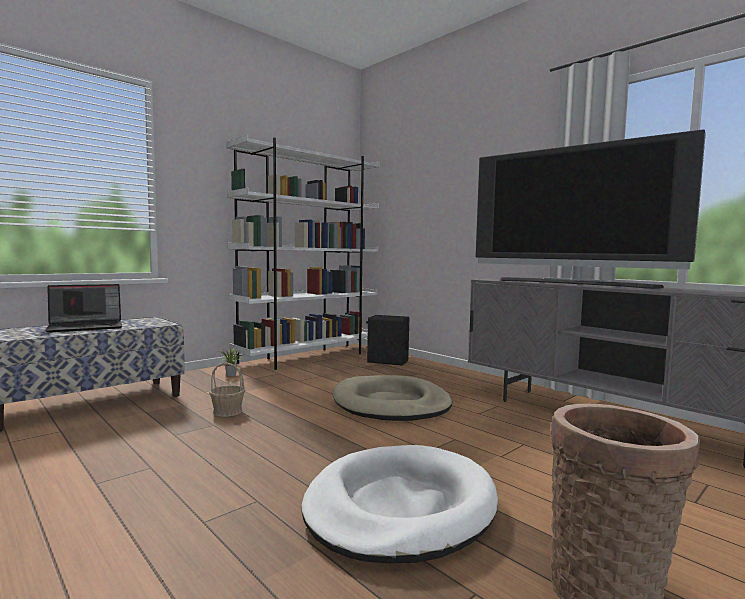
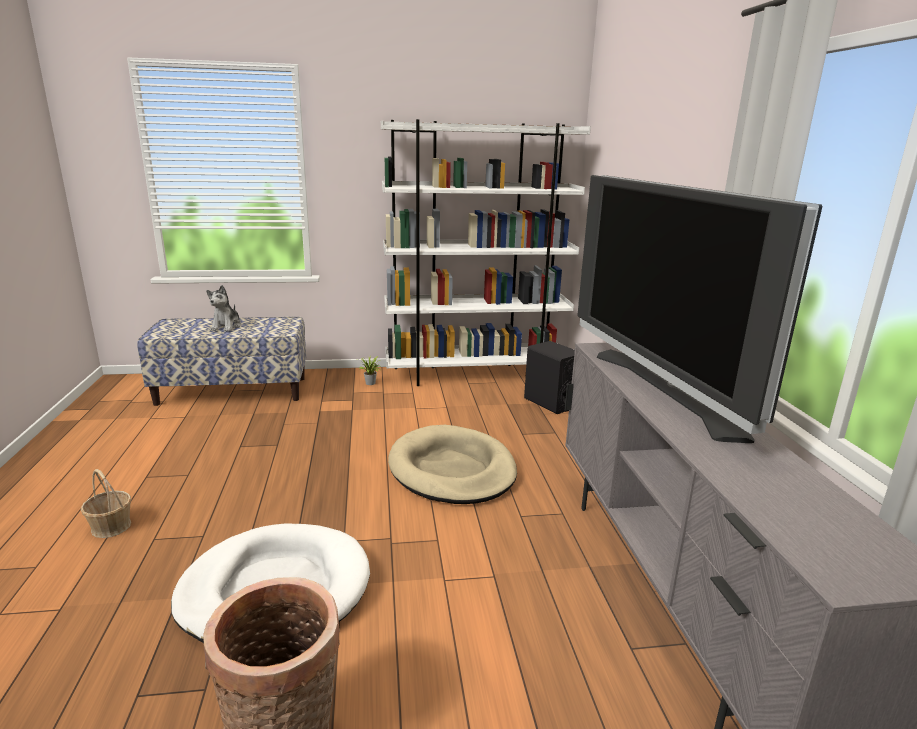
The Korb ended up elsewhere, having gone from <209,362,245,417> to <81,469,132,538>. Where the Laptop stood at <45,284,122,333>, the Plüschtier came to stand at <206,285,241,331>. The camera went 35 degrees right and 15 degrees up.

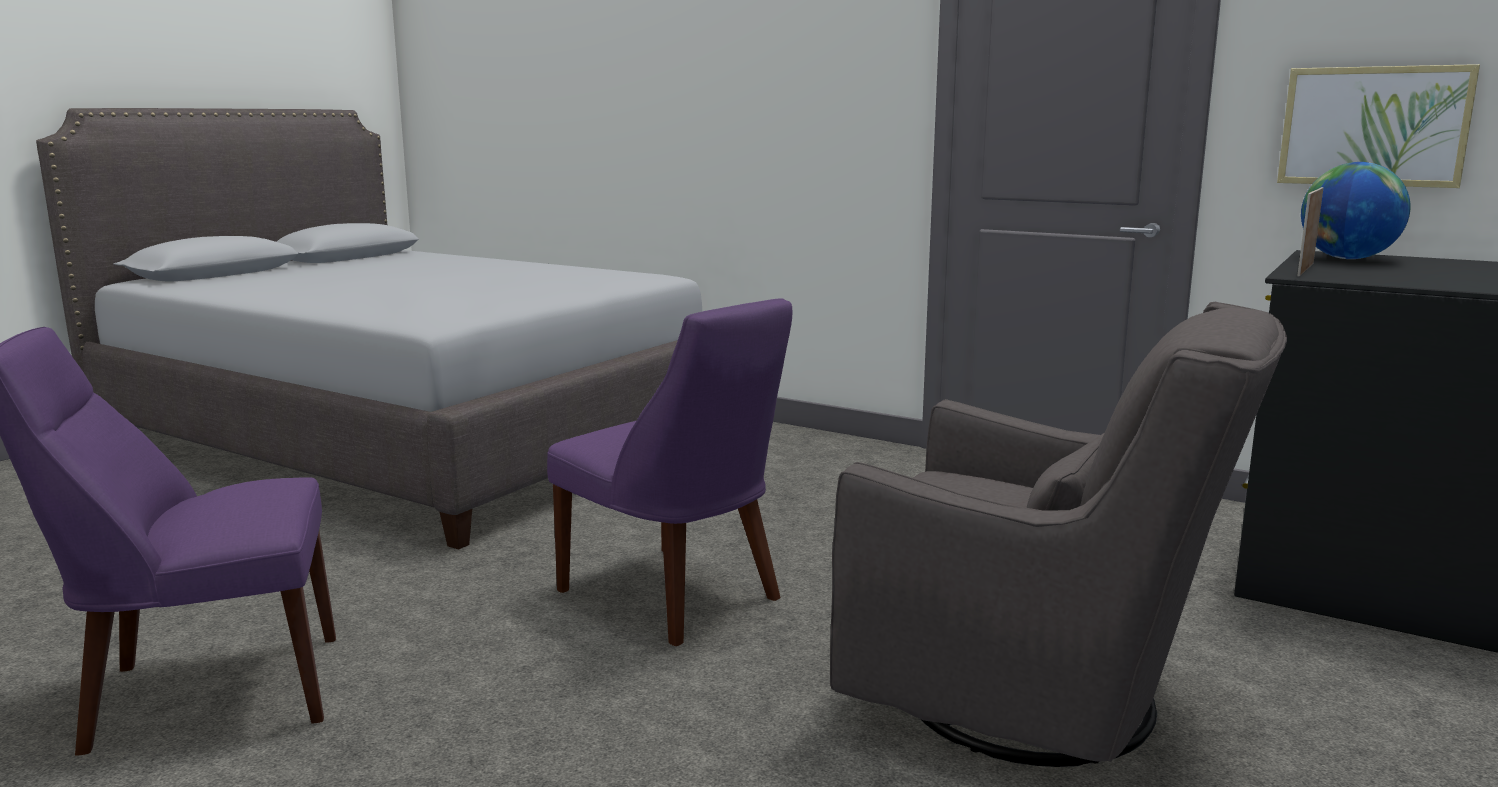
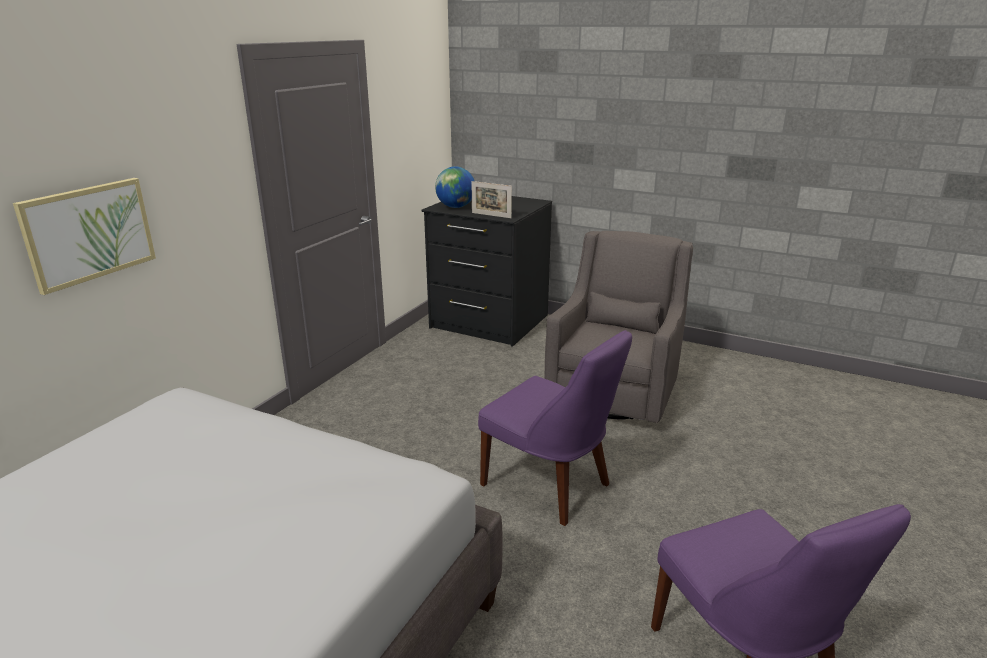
The Bild ended up elsewhere, having gone from <1277,64,1480,188> to <13,178,156,295>. The Stuhl/lila at <547,298,792,646> ended up facing another way, 90 degrees clockwise from before. The camera went 95 degrees left and 10 degrees up.

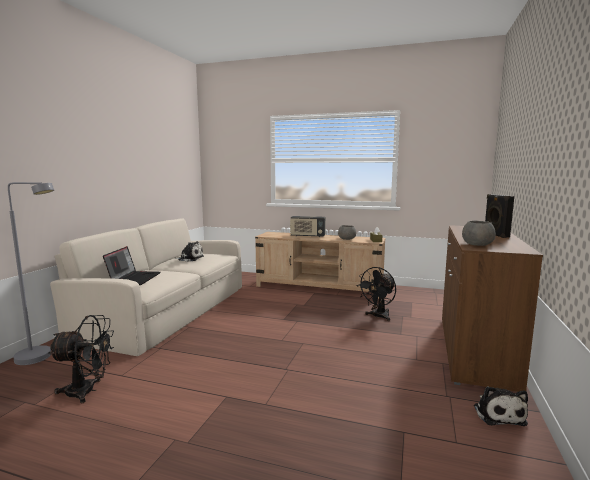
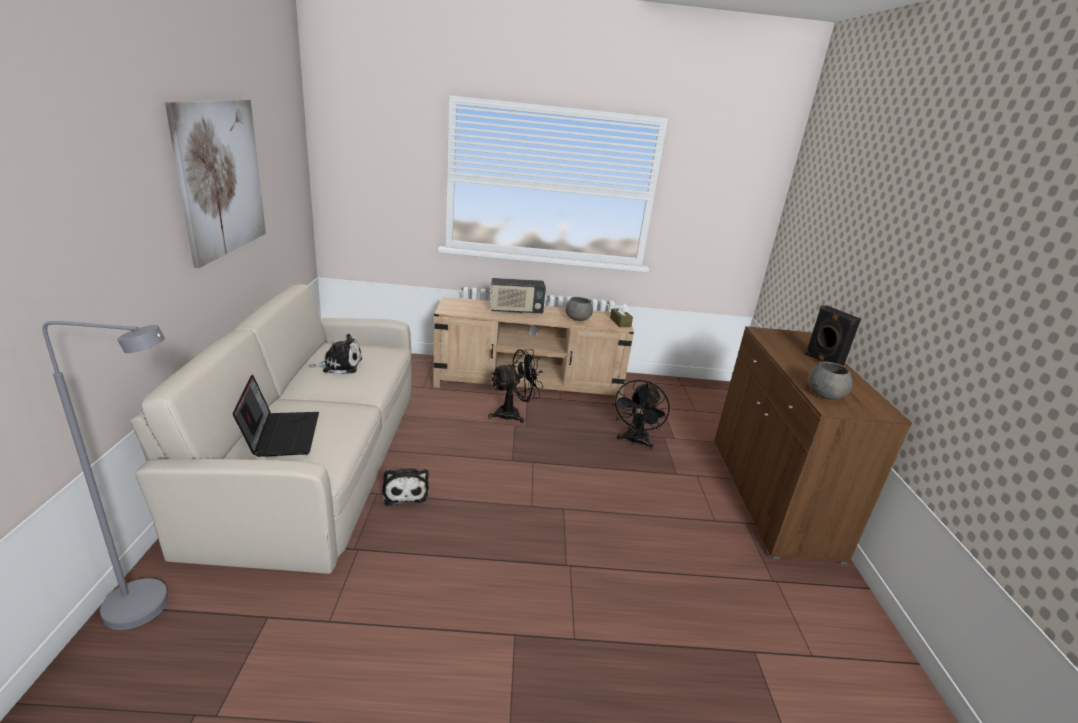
The second view gained the Bild at <165,99,266,268>. The Ventilator/schwarz ended up elsewhere, having gone from <48,315,114,403> to <488,349,543,423>. The Plüschtier ended up elsewhere, having gone from <474,386,528,426> to <382,468,429,506>. The camera went 20 degrees left and 15 degrees up.

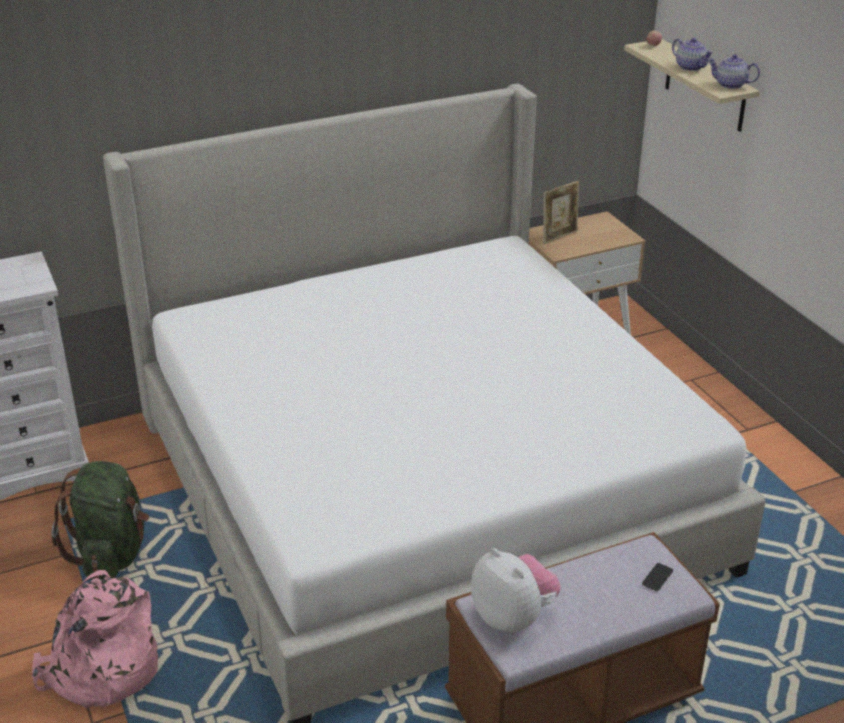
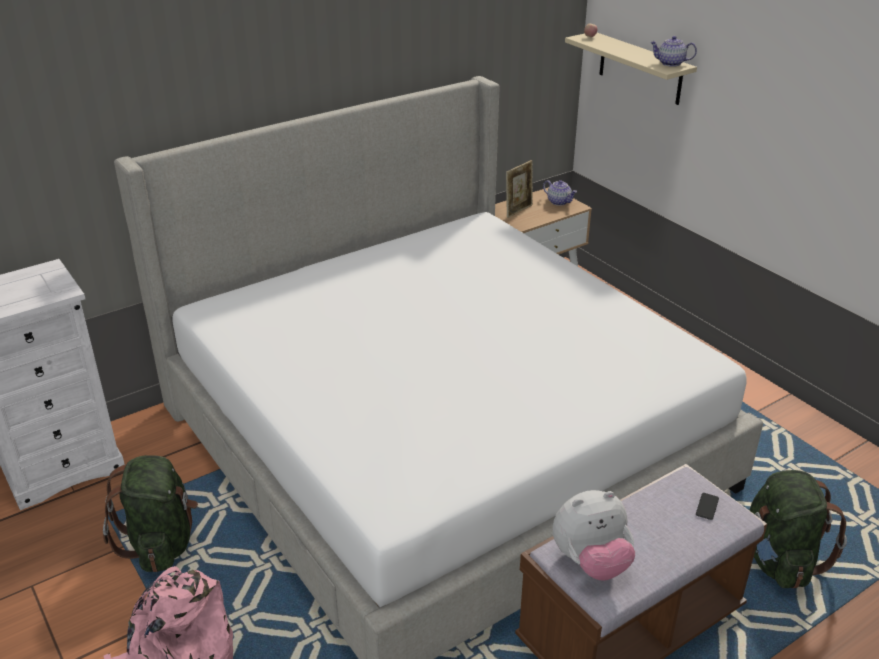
The second view gained the Rucksack/grün at <749,470,847,589>. The Teekanne ended up elsewhere, having gone from <672,38,713,71> to <543,180,577,206>. The Plüschtier at <471,548,561,633> ended up facing another way, 120 degrees clockwise from before. The camera went 10 degrees left and 0 degrees up.

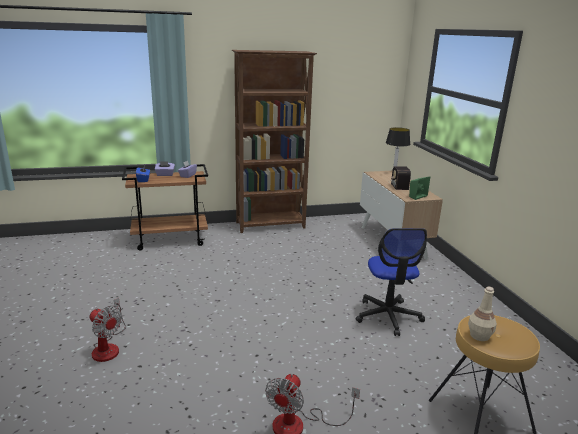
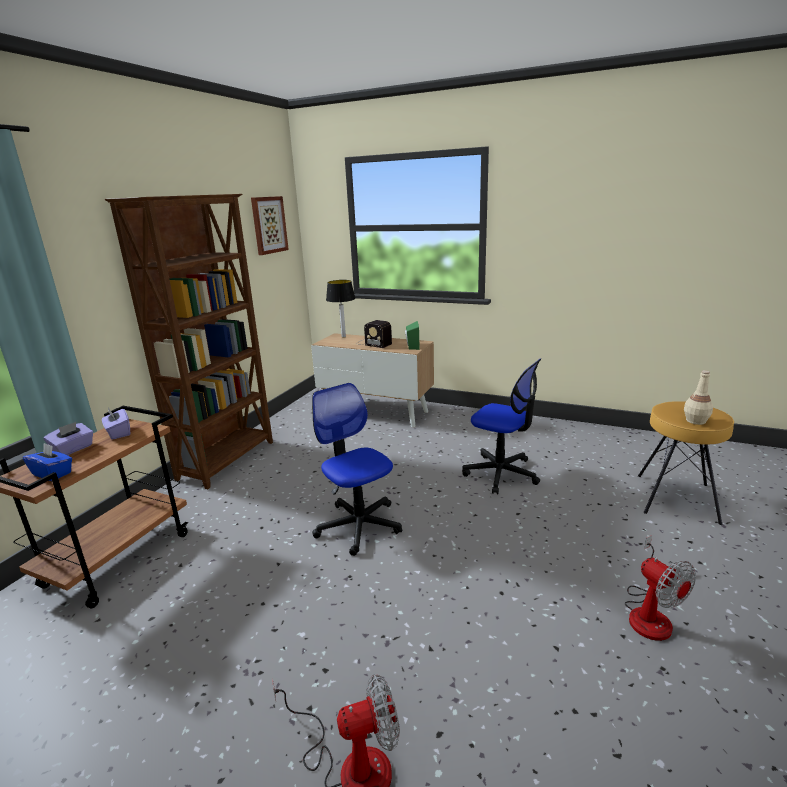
The second view gained the Bild at <251,196,289,255>. The second view gained the Bürostuhl at <312,383,402,556>. The camera went 50 degrees left and 0 degrees up.

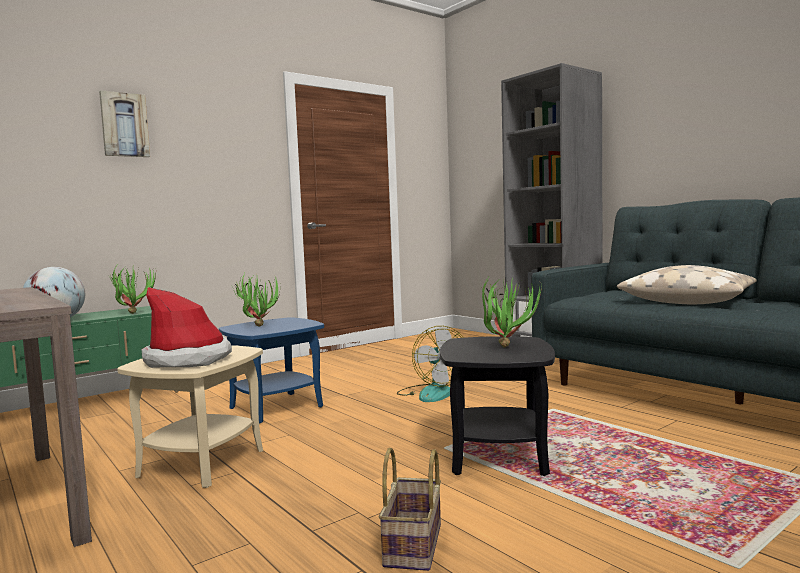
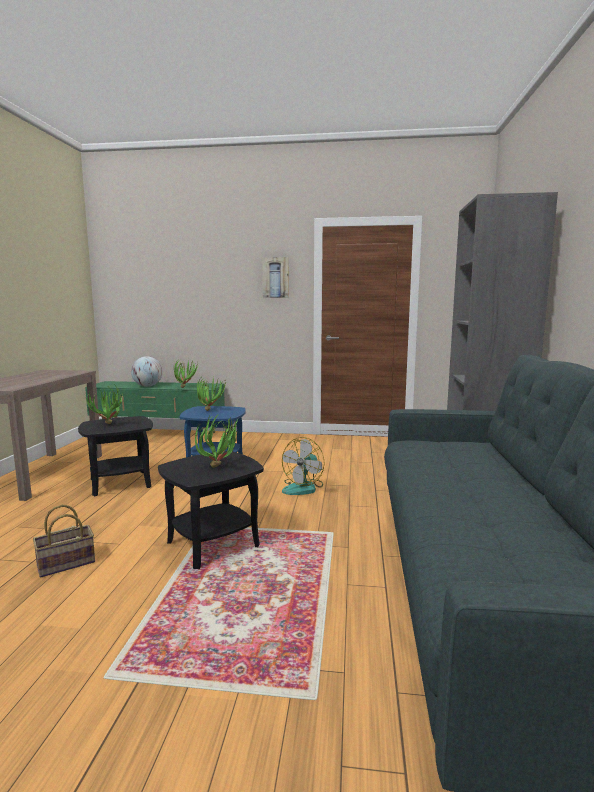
The second view lost the Kissen/beige at <617,265,757,304>. The Bild ended up elsewhere, having gone from <99,90,150,157> to <262,257,289,298>. Where the Hut stood at <142,287,232,368>, the Topfpflanze came to stand at <85,384,123,424>. What was the Beistelltisch/beige at <117,345,263,488> turned into the Beistelltisch/schwarz at <78,416,153,496>. The camera went 45 degrees right and 5 degrees up.

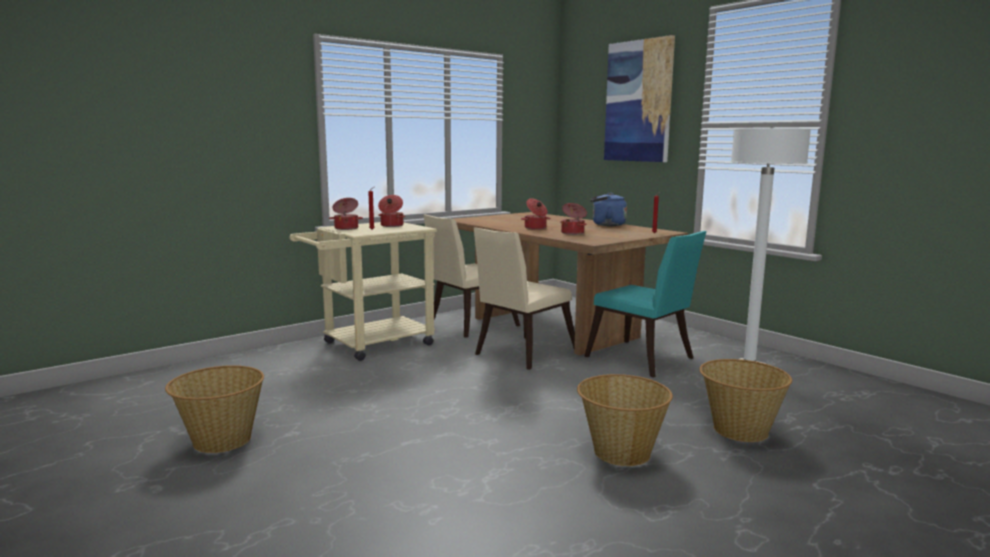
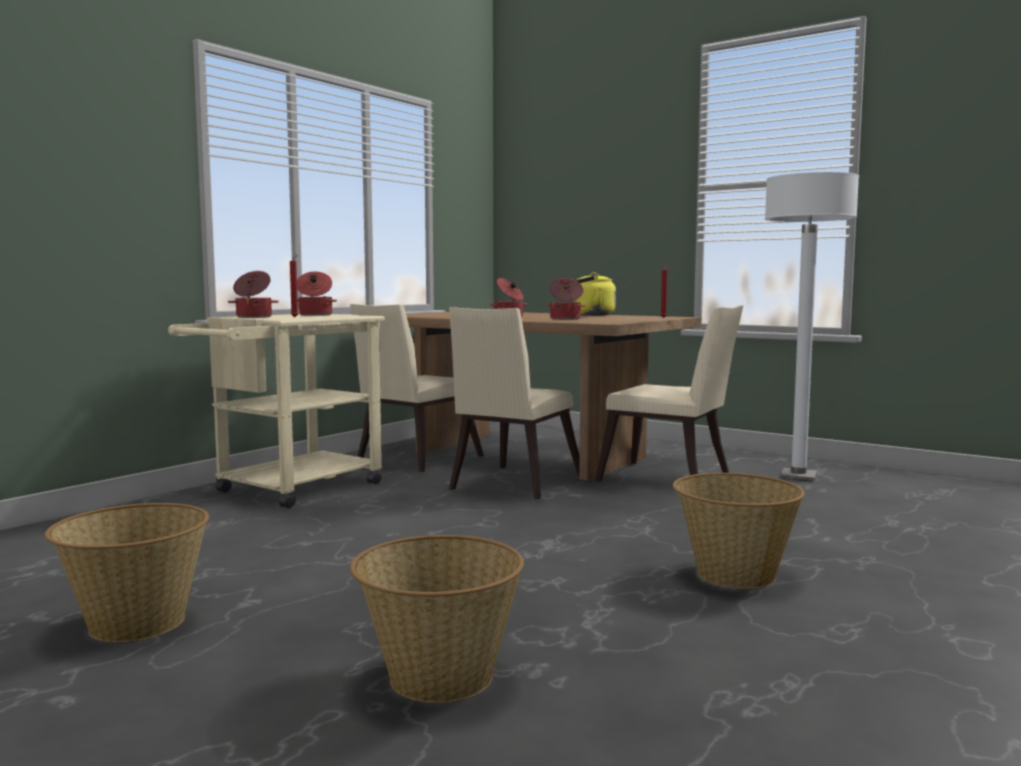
The second view lost the Bild at <604,35,675,162>. The Korb ended up elsewhere, having gone from <699,359,792,442> to <350,535,524,703>. What was the Stuhl/türkis at <585,231,706,378> turned into the Stuhl/beige at <595,305,743,482>. What was the Wasserkessel/blau at <591,192,627,226> turned into the Wasserkessel/gelb at <572,273,616,316>. The camera went 15 degrees left and 5 degrees down.

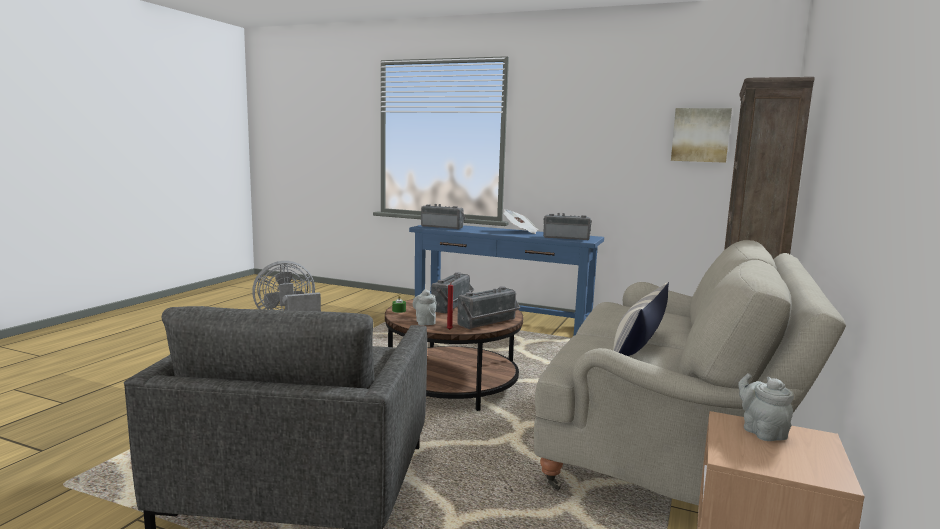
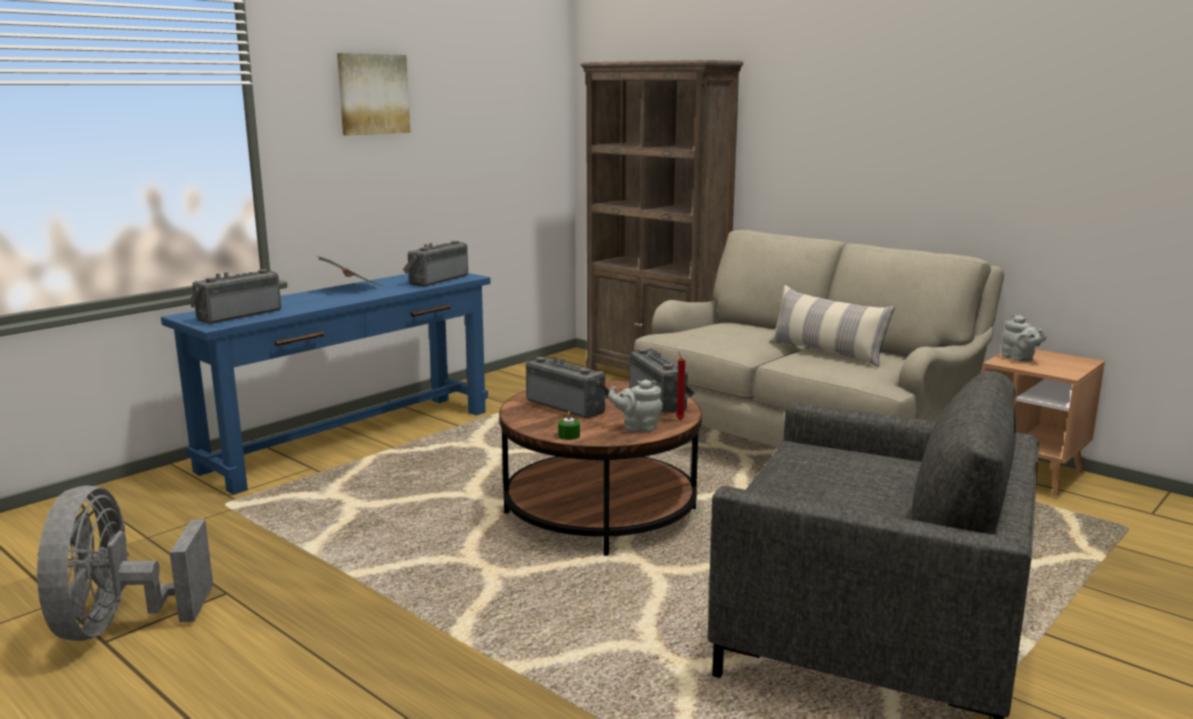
The Bild ended up elsewhere, having gone from <671,108,732,163> to <337,53,410,136>. The Teekanne/grau at <738,373,794,441> ended up facing another way, 120 degrees counterclockwise from before. The camera went 70 degrees left and 5 degrees up.

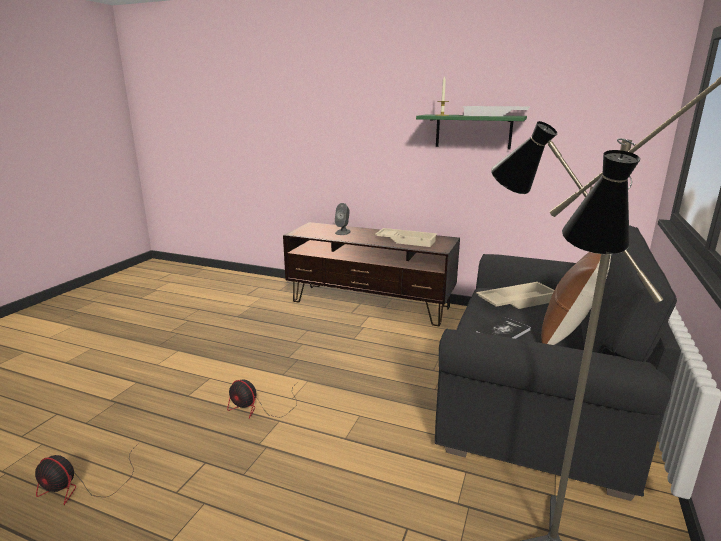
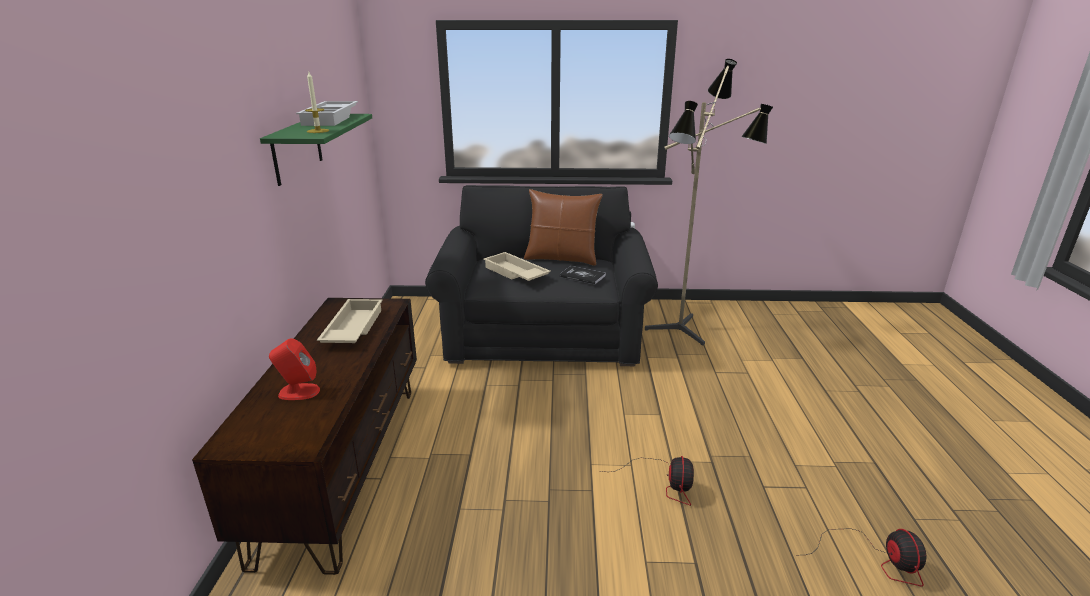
What was the Lautsprecher/grau at <335,203,351,235> turned into the Lautsprecher/rot at <269,338,320,400>. The camera went 110 degrees left and 5 degrees up.

